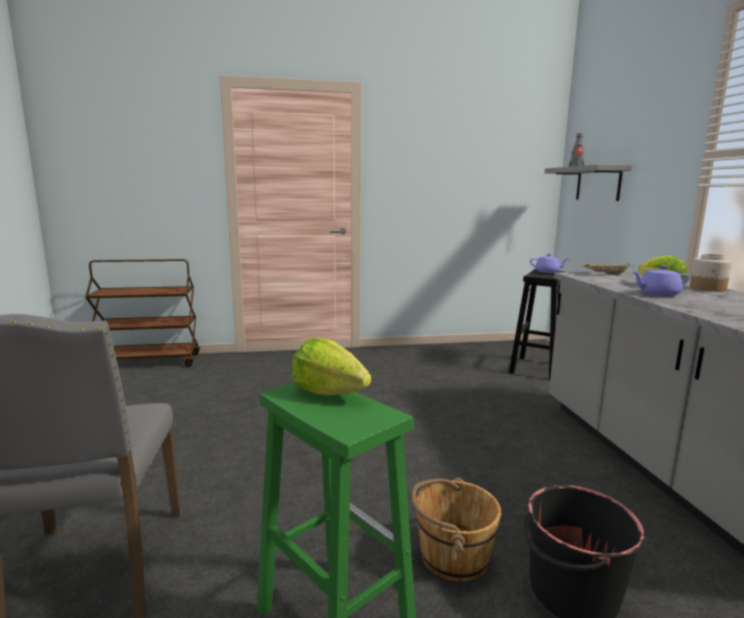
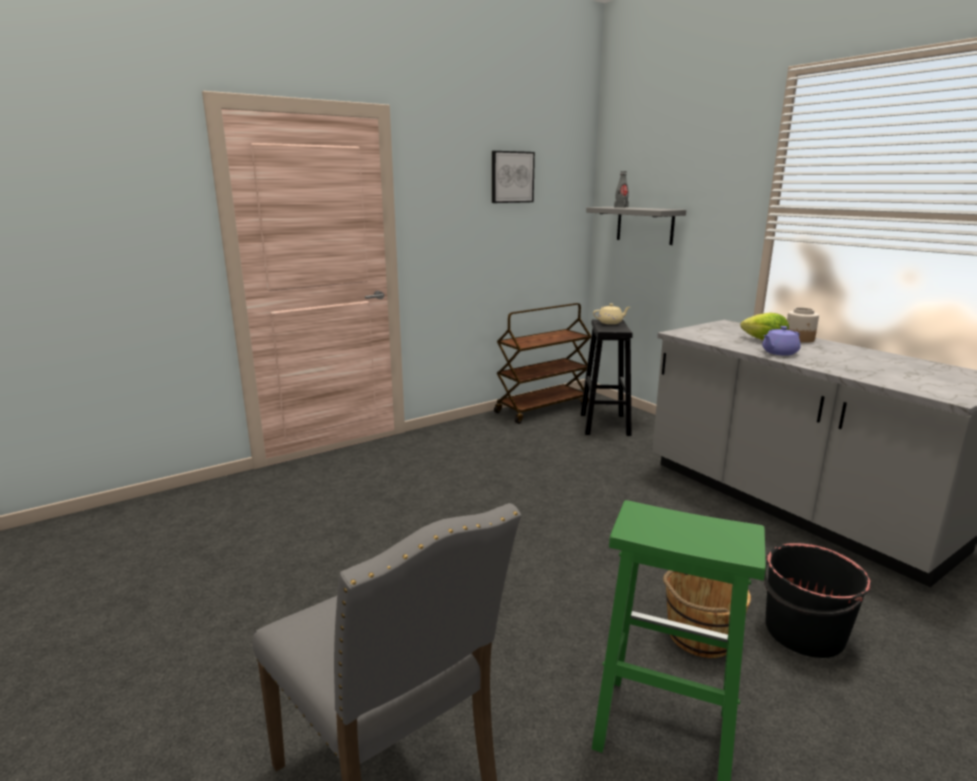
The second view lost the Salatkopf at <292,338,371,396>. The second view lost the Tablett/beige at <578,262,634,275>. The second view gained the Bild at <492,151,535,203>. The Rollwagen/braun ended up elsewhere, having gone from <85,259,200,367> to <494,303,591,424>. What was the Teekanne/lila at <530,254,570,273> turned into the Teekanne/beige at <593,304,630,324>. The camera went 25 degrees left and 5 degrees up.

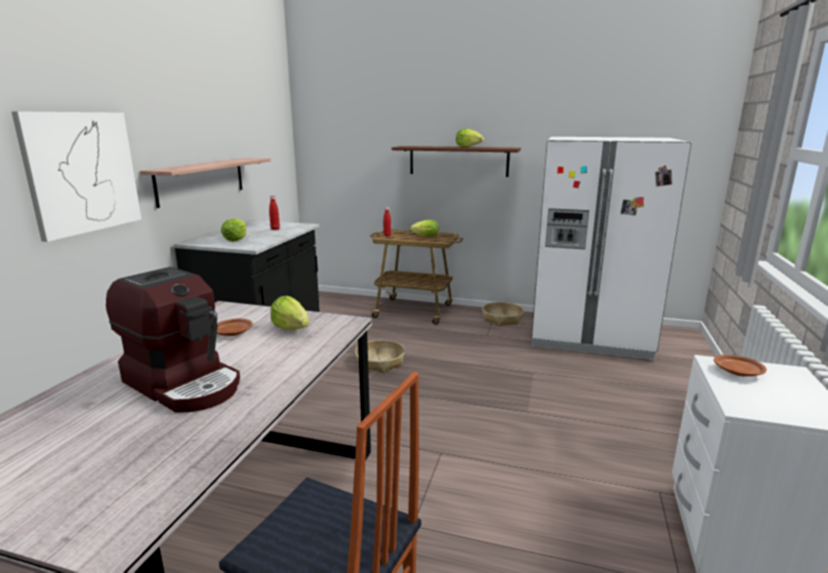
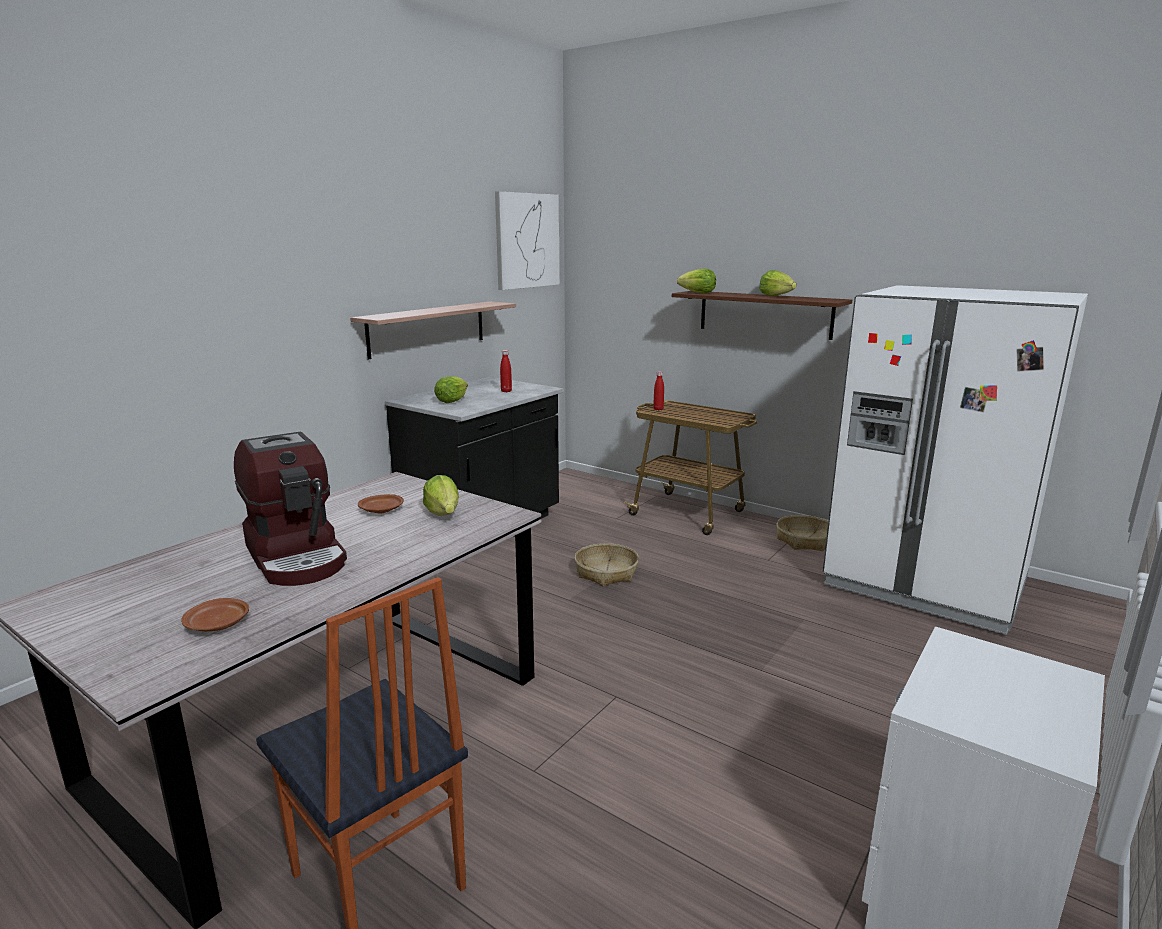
The Bild ended up elsewhere, having gone from <11,111,142,242> to <495,191,559,290>. The Salatkopf ended up elsewhere, having gone from <410,220,439,237> to <677,269,716,294>. The Teller/braun ended up elsewhere, having gone from <714,355,767,376> to <181,598,249,631>. The camera went 20 degrees right and 0 degrees up.

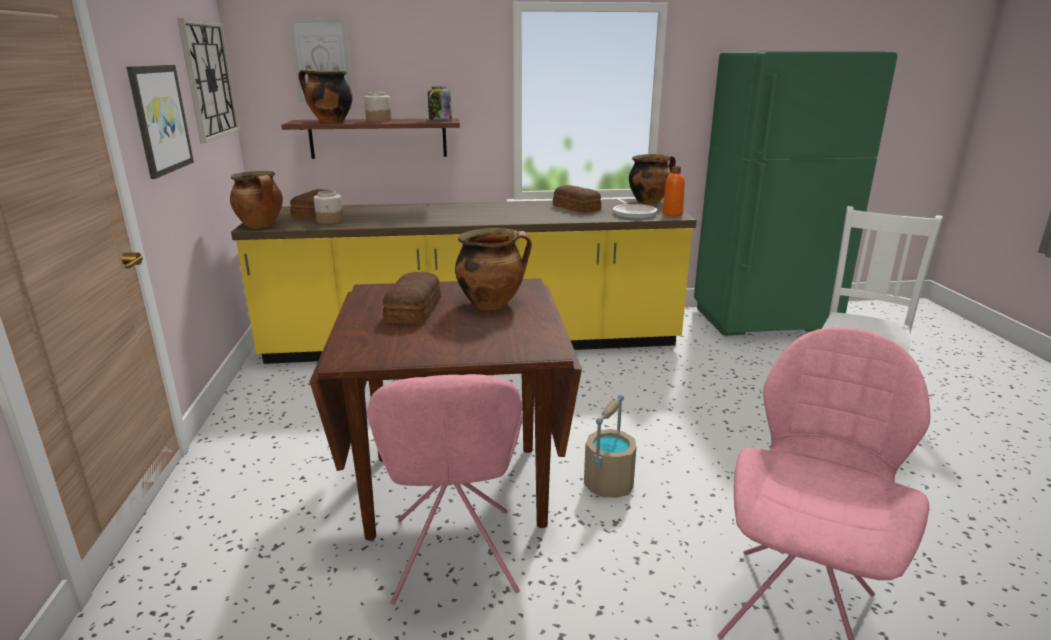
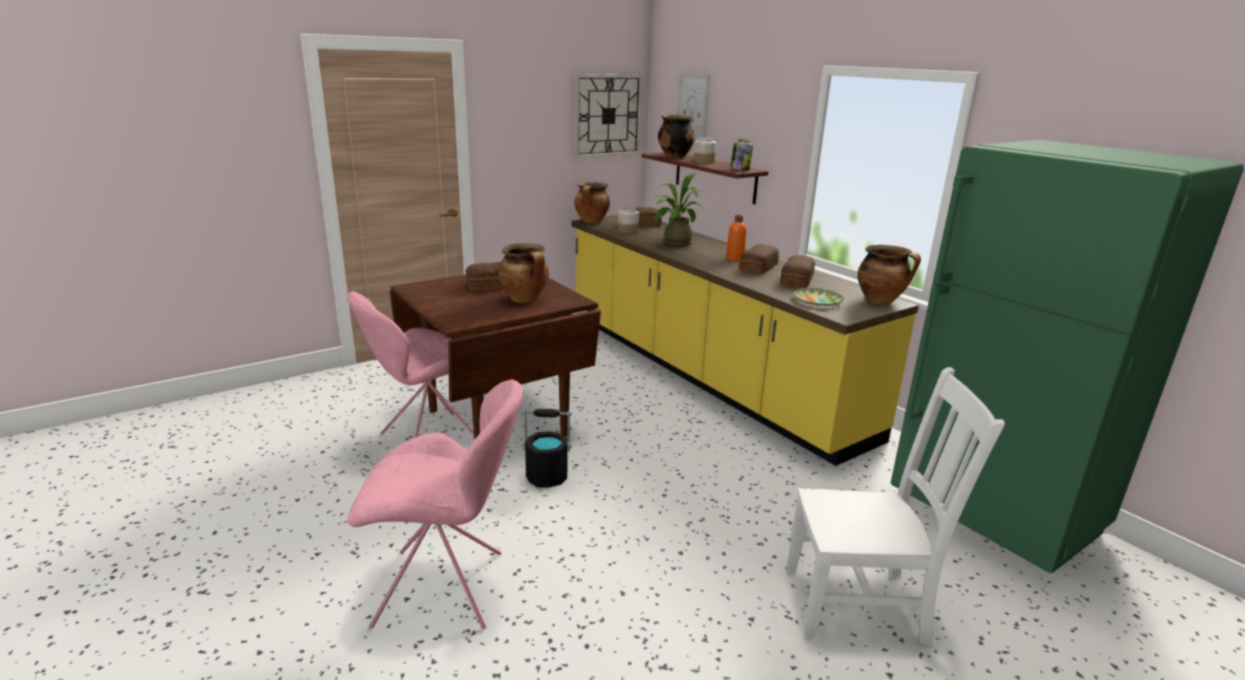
The second view lost the Bild at <127,65,194,179>. The second view gained the Topfpflanze at <654,173,703,246>. The second view gained the Brot at <739,244,779,274>. The Flasche/orange ended up elsewhere, having gone from <662,166,685,217> to <726,215,746,261>. Where the Pfanne stood at <613,198,657,219>, the Teller came to stand at <794,288,844,306>. What was the Eimer/beige at <584,395,637,498> turned into the Eimer/schwarz at <522,409,572,487>. The camera went 60 degrees right and 0 degrees up.

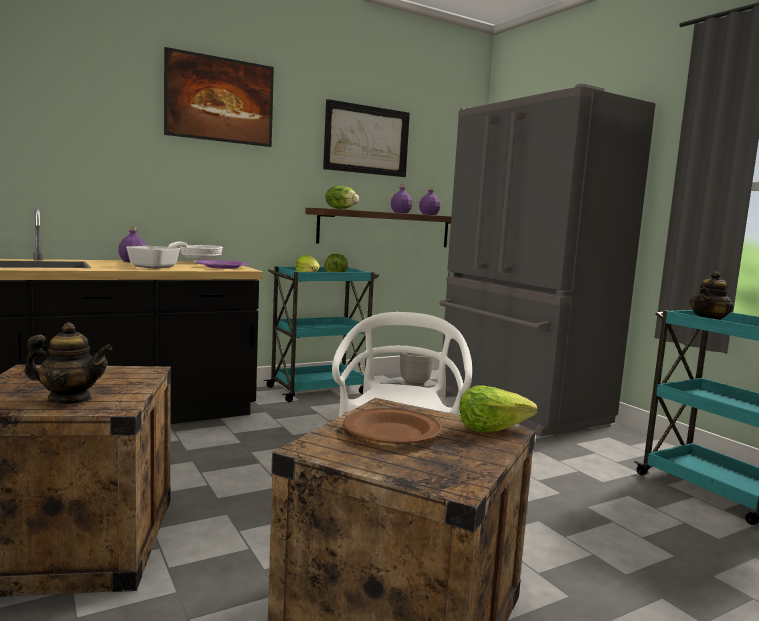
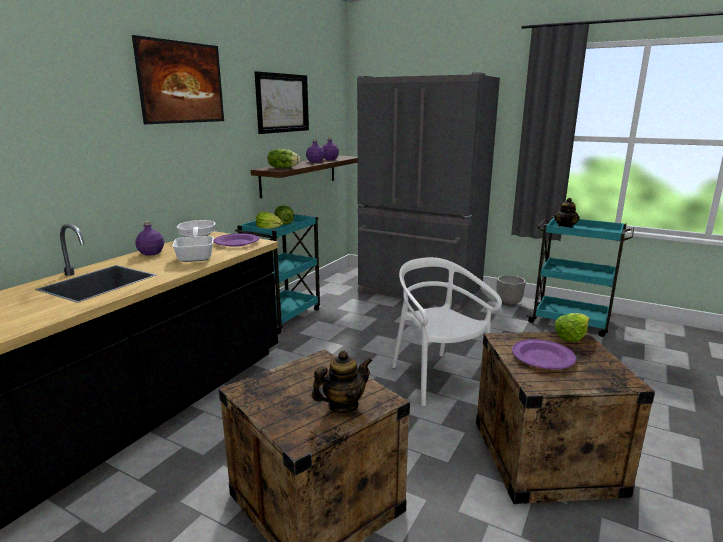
The Pflanzkübel ended up elsewhere, having gone from <400,353,434,386> to <497,275,526,306>. What was the Teller/braun at <343,408,442,444> turned into the Teller/lila at <512,339,576,369>. The camera went 30 degrees left and 10 degrees up.

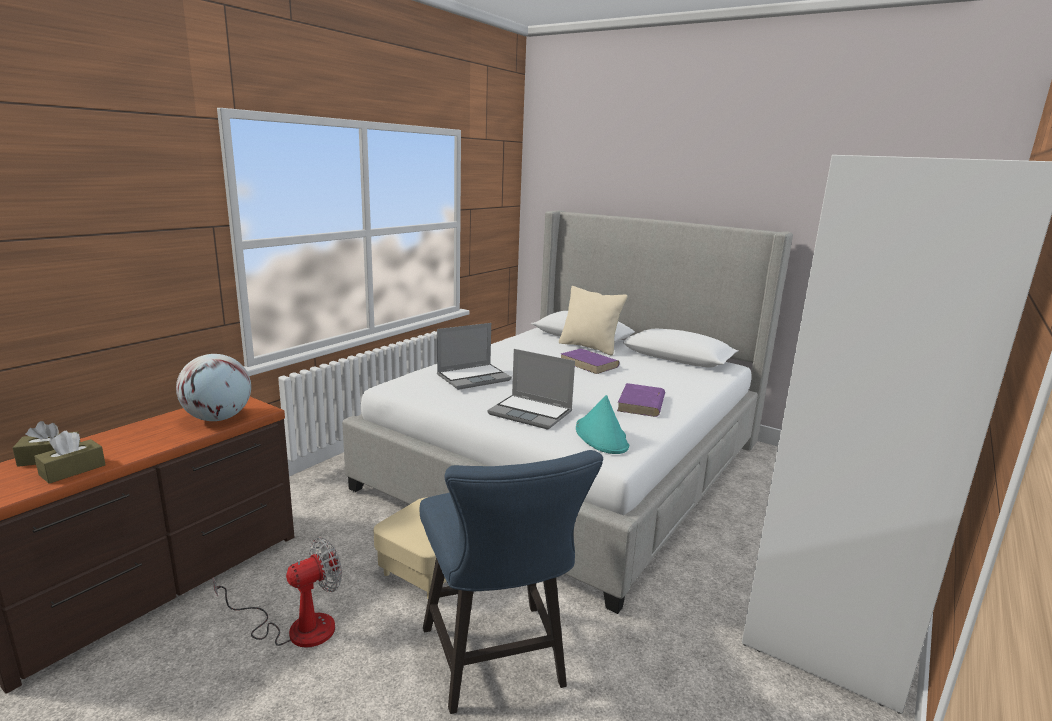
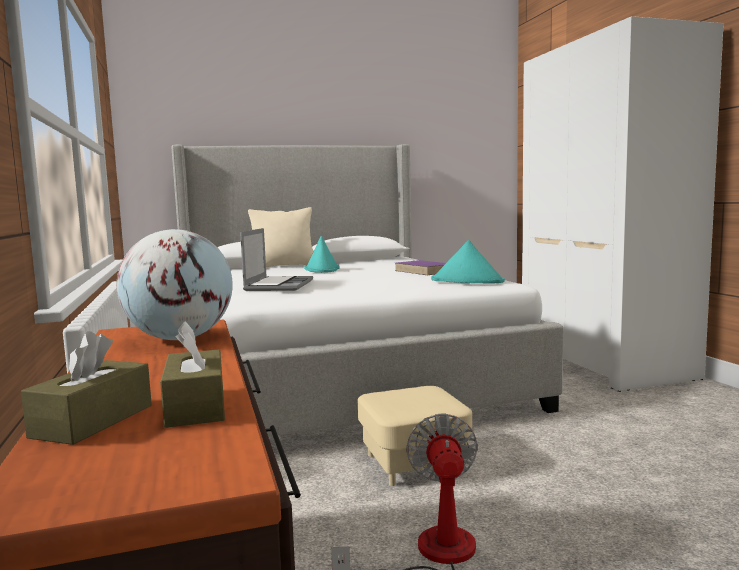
The second view lost the Stuhl/blau at <420,450,603,714>. The second view lost the Laptop at <487,349,575,430>. Where the Buch/lila stood at <561,349,620,374>, the Hut/türkis came to stand at <304,236,340,273>. The camera went 50 degrees left and 10 degrees down.

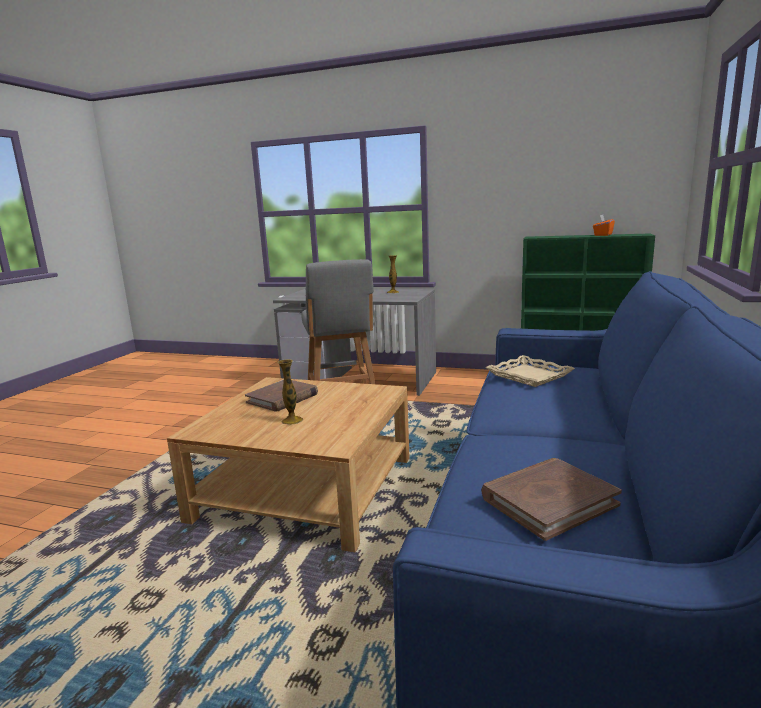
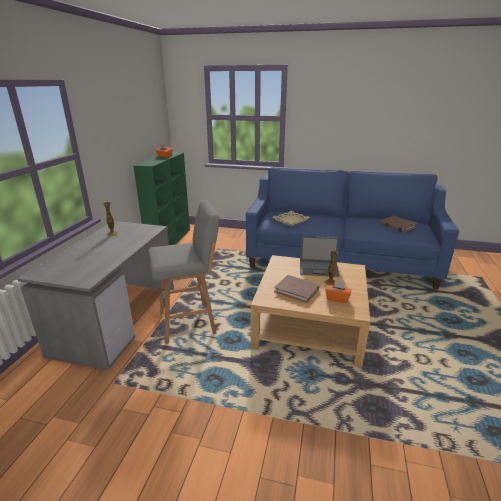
The second view gained the Laptop at <300,236,340,277>. The second view gained the Taschentuchbox/orange at <325,281,351,303>. The camera went 95 degrees left and 10 degrees up.

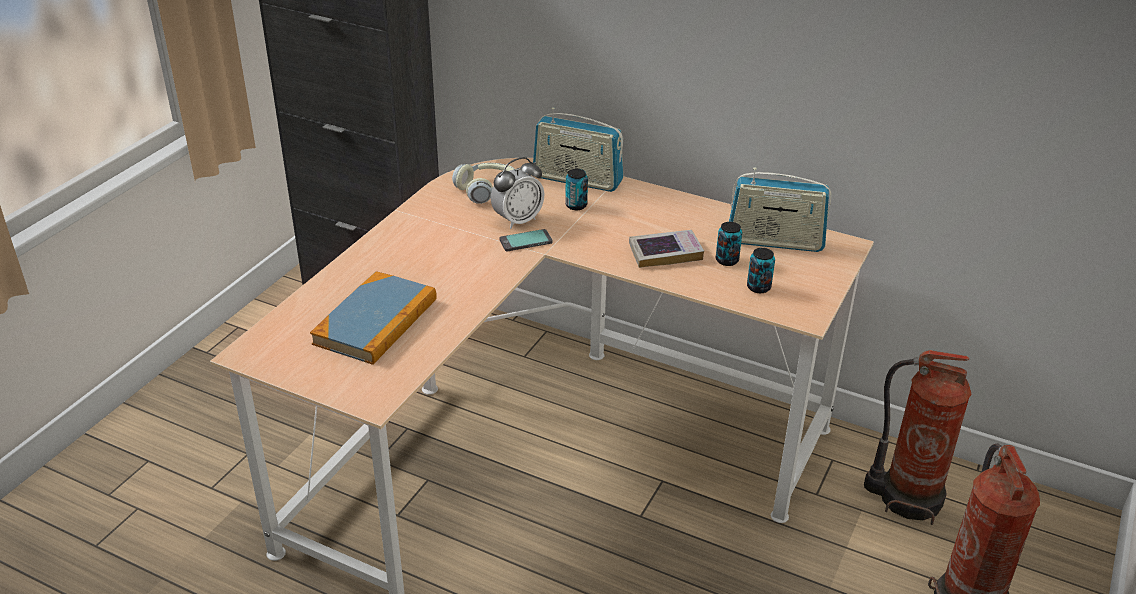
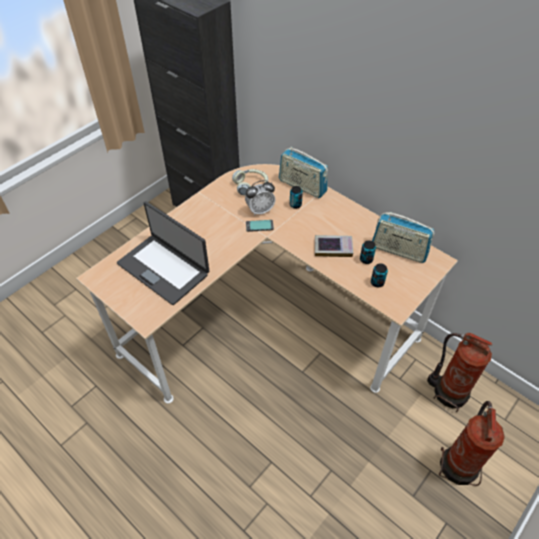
Where the Buch stood at <310,271,437,365>, the Laptop came to stand at <117,201,209,305>. The camera went 15 degrees right and 15 degrees up.

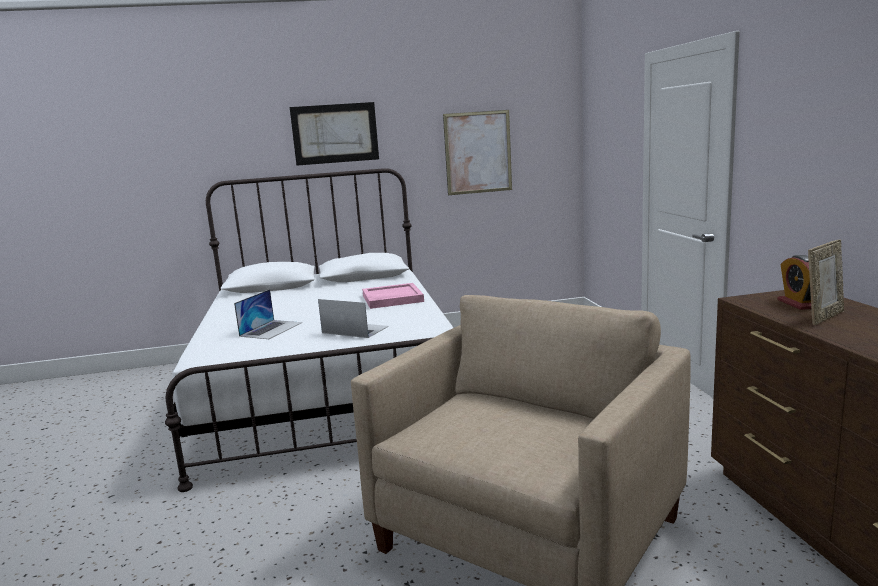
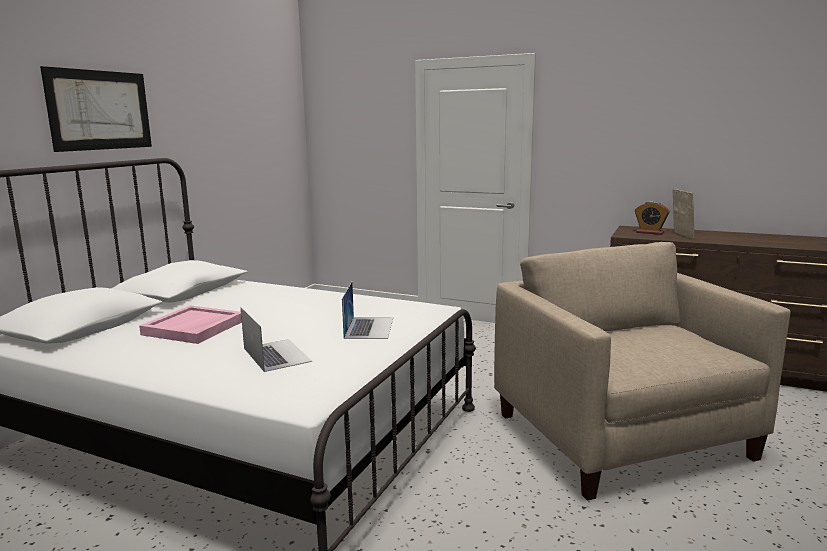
The second view lost the Bild at <443,110,512,195>. The Tablett/rosa ended up elsewhere, having gone from <362,283,424,309> to <139,305,242,344>. The Laptop at <318,299,389,338> ended up facing another way, 120 degrees clockwise from before. The camera went 55 degrees left and 0 degrees up.

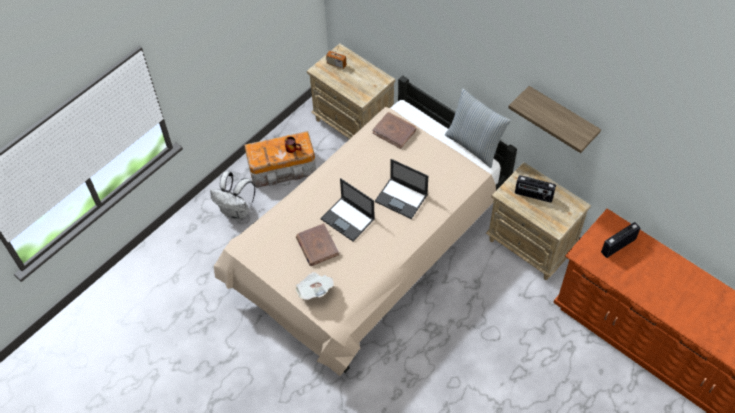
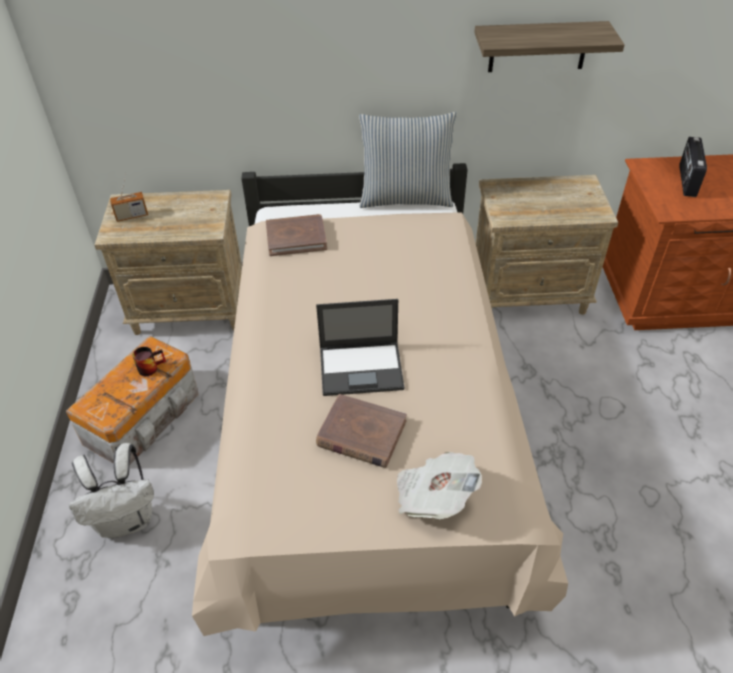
The second view lost the Laptop at <375,159,428,219>. The second view lost the Radio at <515,175,556,202>. The camera went 45 degrees left and 10 degrees down.

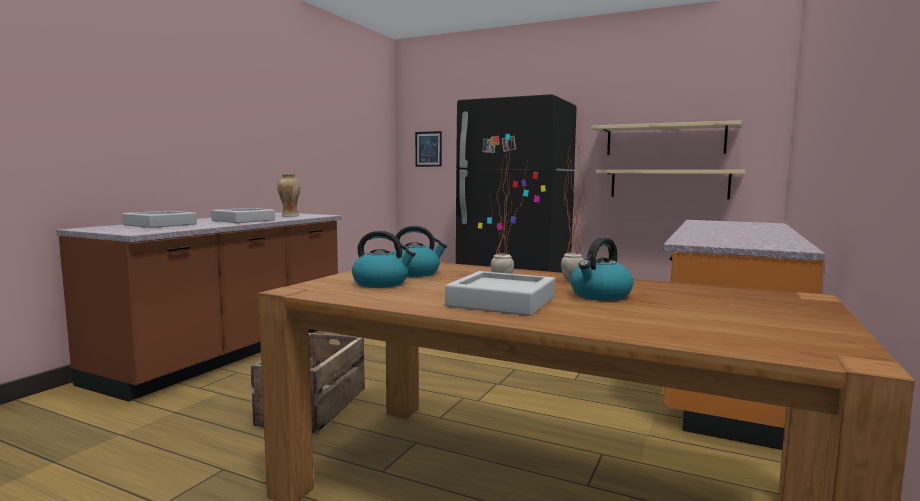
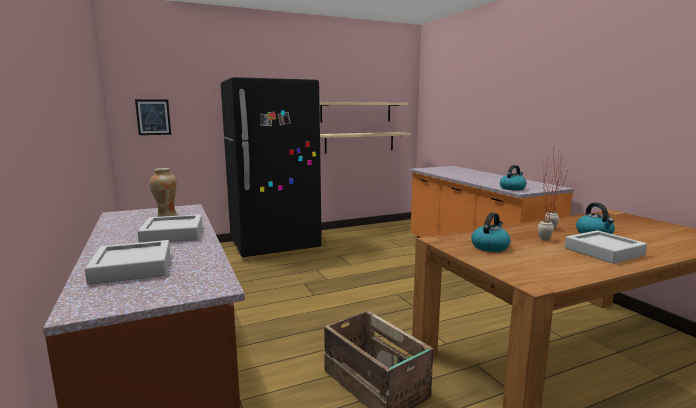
The Wasserkessel ended up elsewhere, having gone from <352,231,416,288> to <500,165,526,190>. The camera went 50 degrees left and 5 degrees up.

